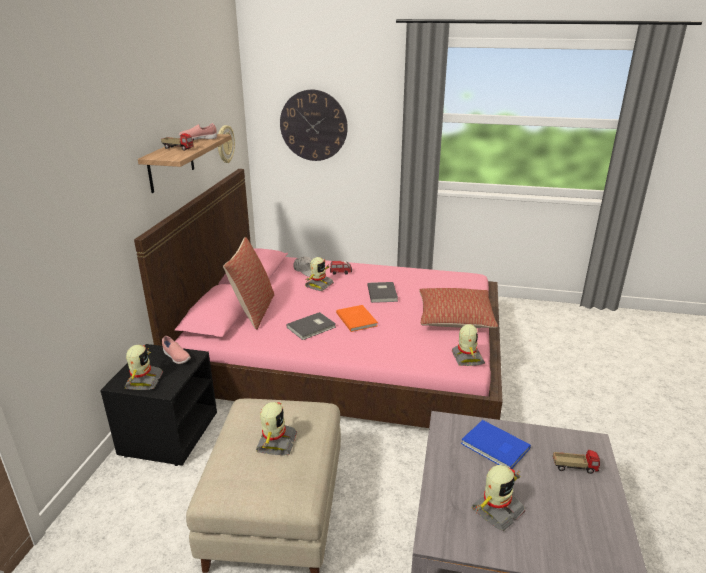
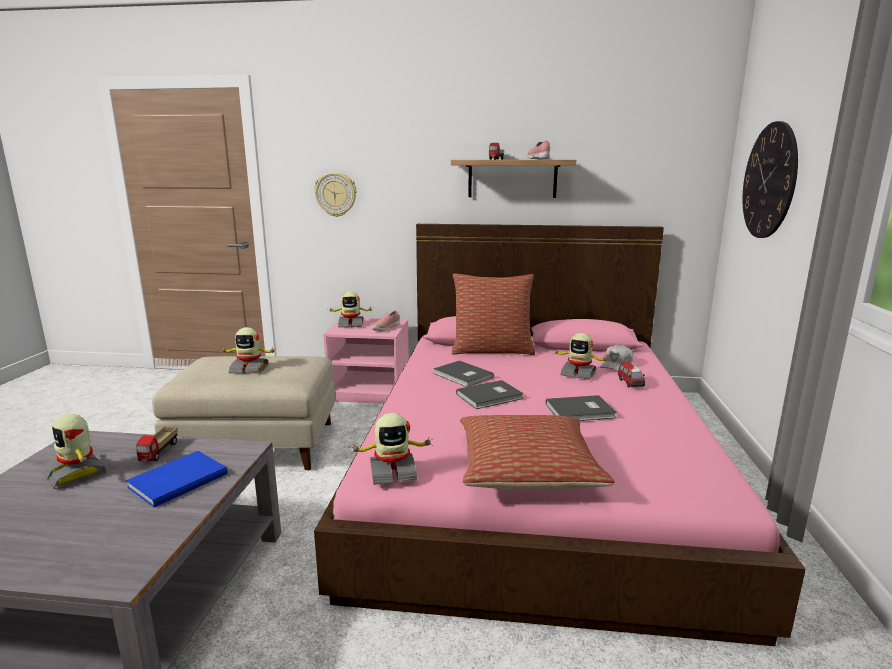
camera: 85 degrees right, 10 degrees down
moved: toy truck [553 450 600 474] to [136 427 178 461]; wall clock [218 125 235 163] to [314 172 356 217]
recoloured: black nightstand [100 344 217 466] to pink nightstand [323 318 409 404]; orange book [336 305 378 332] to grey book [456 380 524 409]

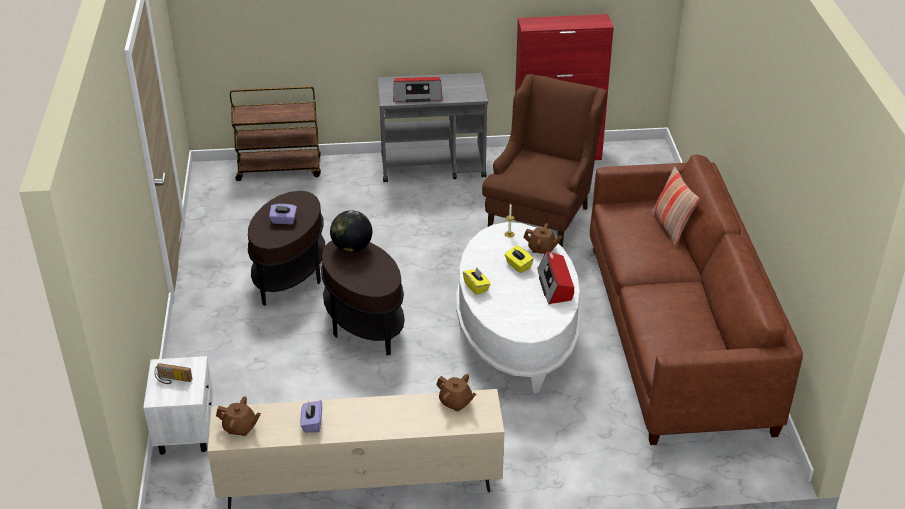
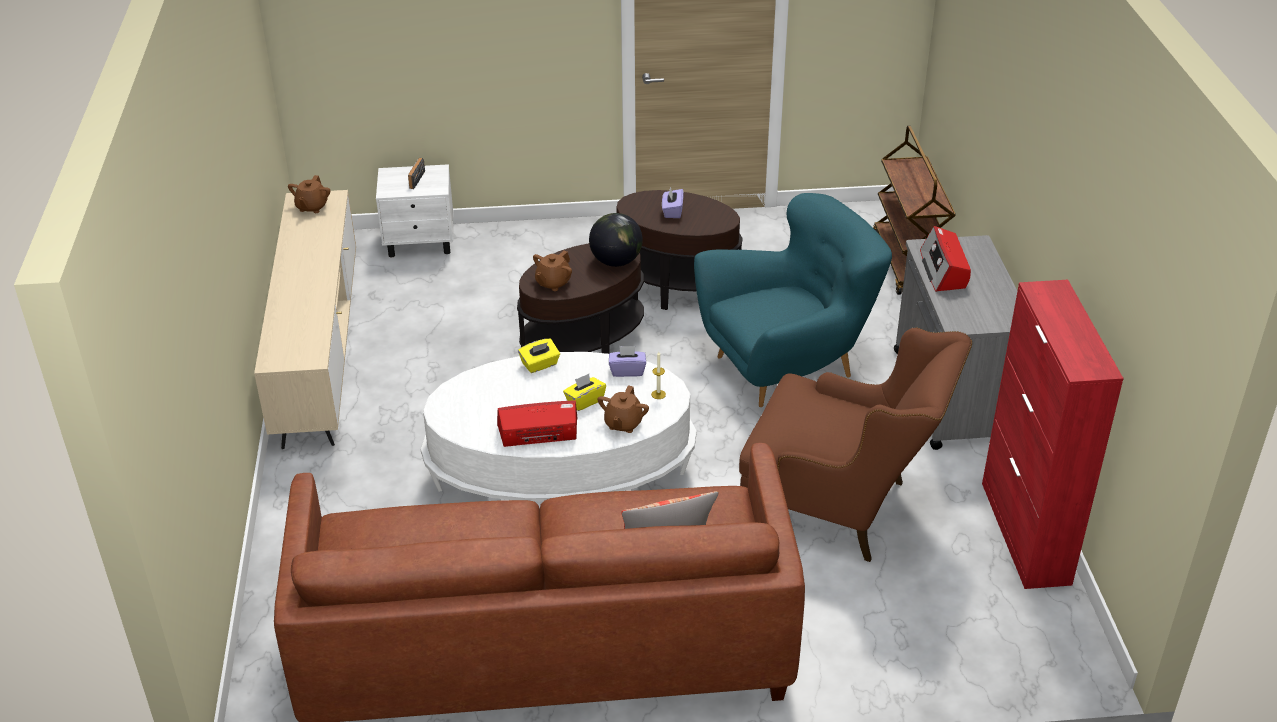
camera: 90 degrees right, 0 degrees up
added: turquoise armchair [694 193 892 407]
moved: brown teapot [436 374 476 412] to [533 250 572 291]; purple tissue box [300 400 322 432] to [609 346 646 377]

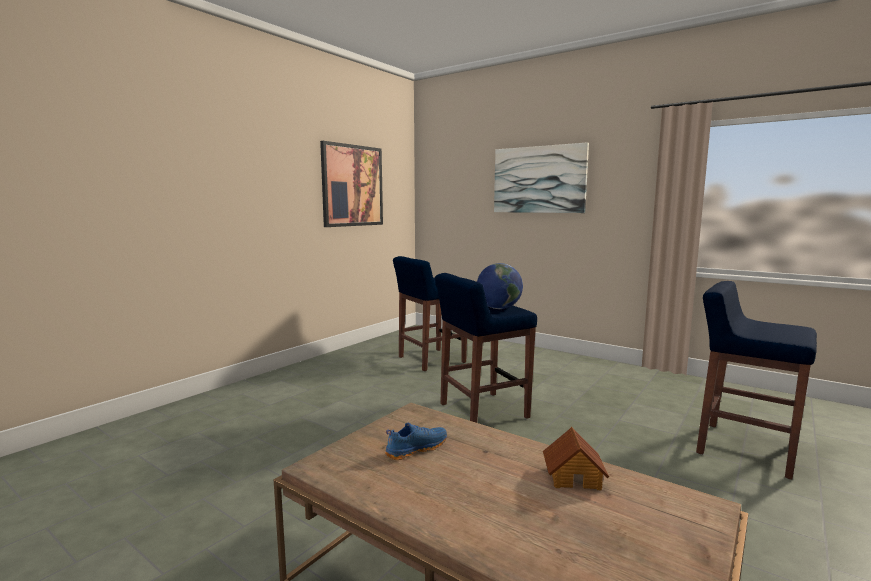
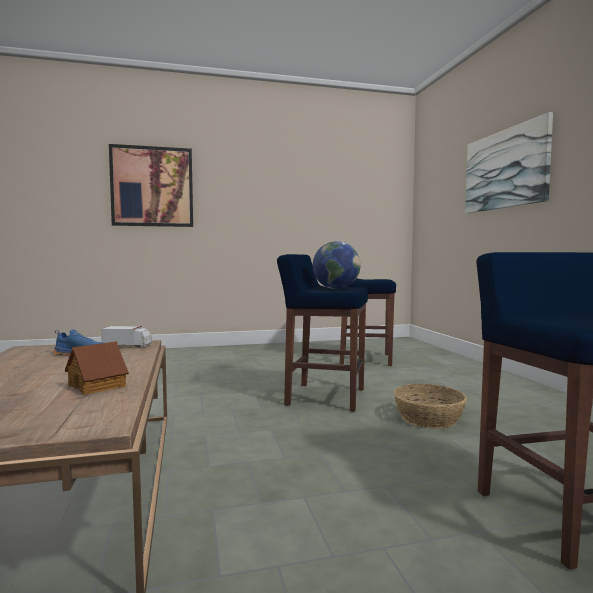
camera: 40 degrees right, 5 degrees down
added: toy truck [101 326 152 348]; basket [394 384 467 429]
moved: picture [320 141 383 227] to [109 144 193 227]

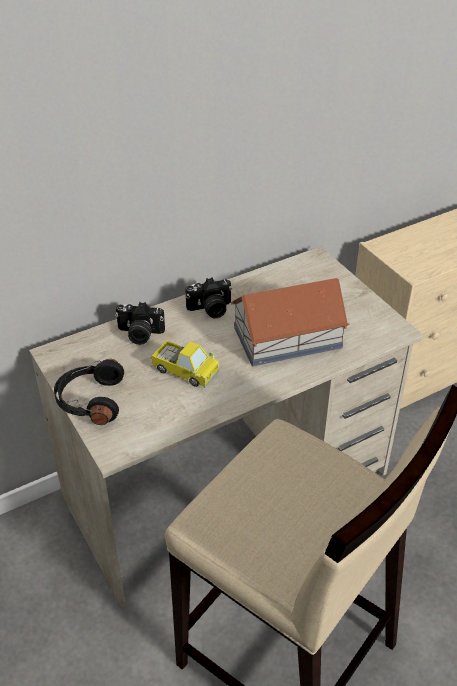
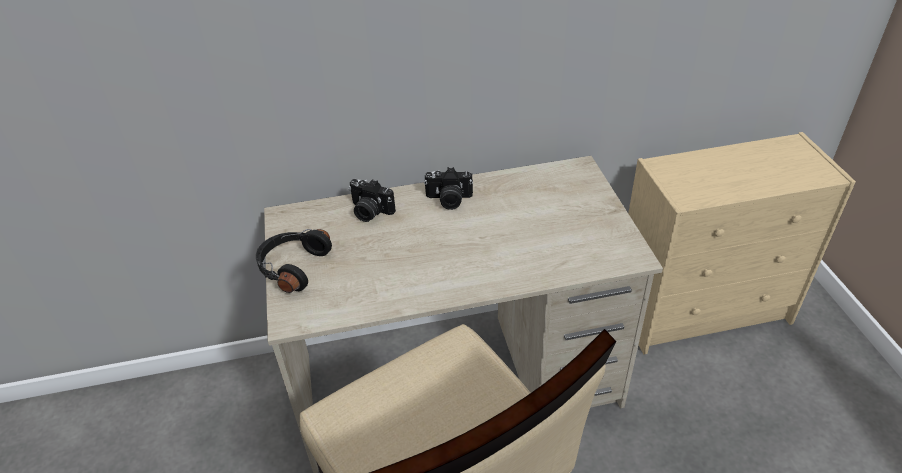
camera: 20 degrees right, 0 degrees up
removed: toy truck [151 340 220 388]; toy house [231 278 350 366]

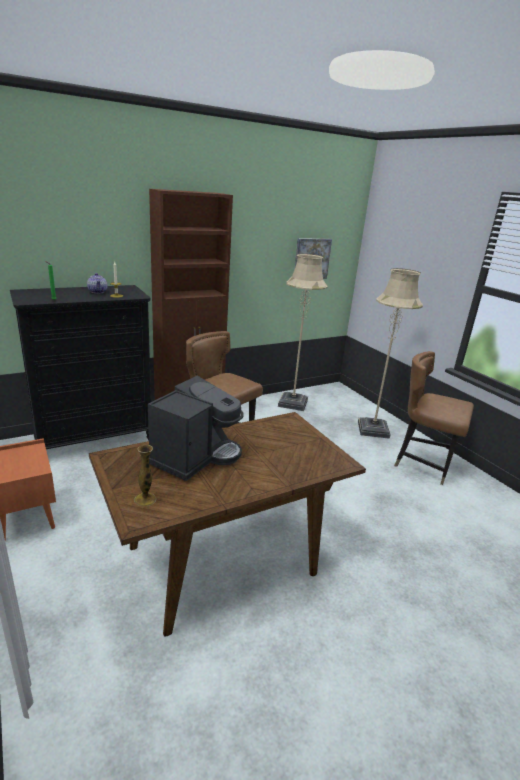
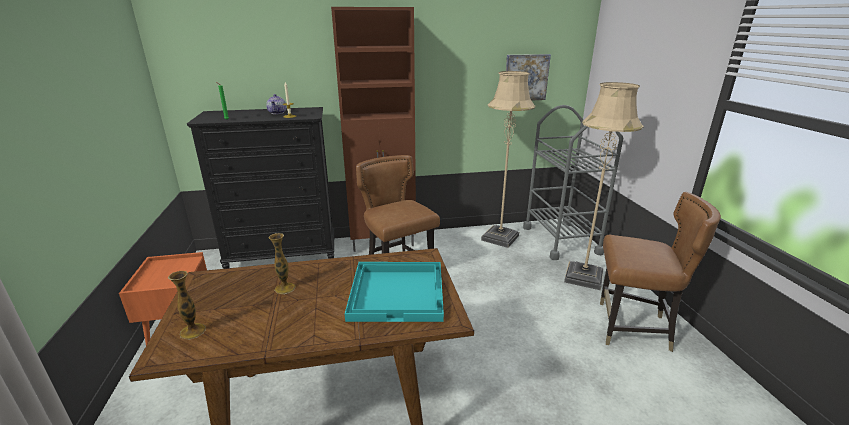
camera: 20 degrees right, 0 degrees up
added: turquoise tray [345 262 444 322]; grey cart [523 105 623 260]
replaced: coffee machine [148 376 244 481] to vase [269 233 296 294]
turned: brown chair [394 351 474 485] = [600 192 721 352] 150 degrees clockwise

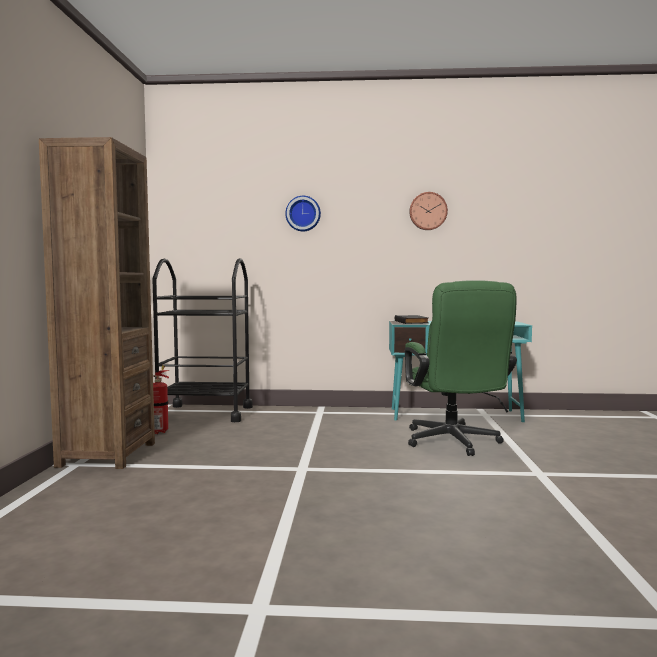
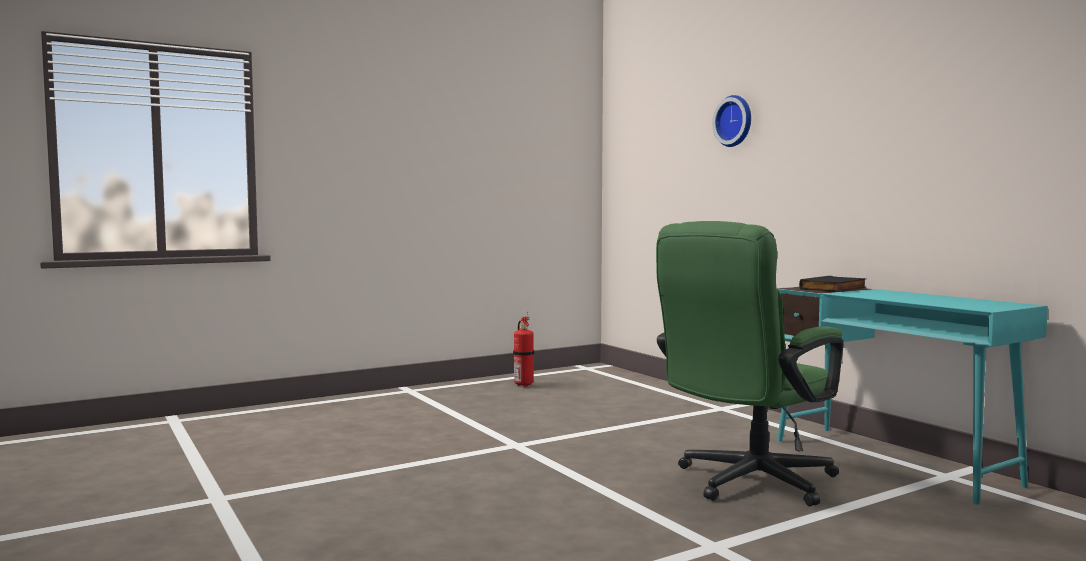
camera: 55 degrees right, 0 degrees up
removed: brown bookcase [39 137 155 469]; black cart [152 258 253 422]; wall clock [409 192 448 230]

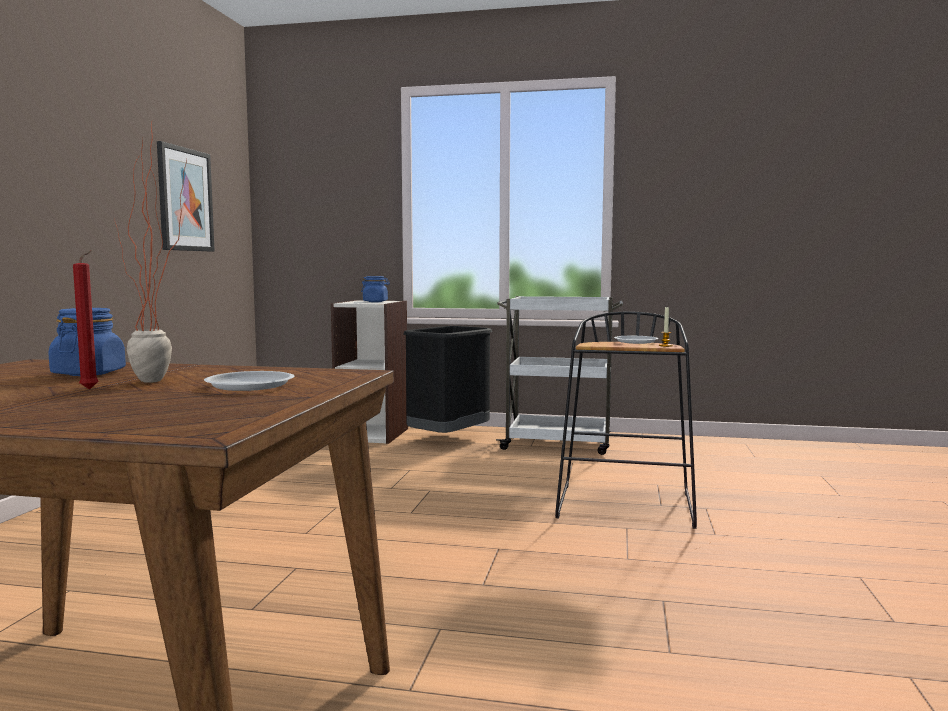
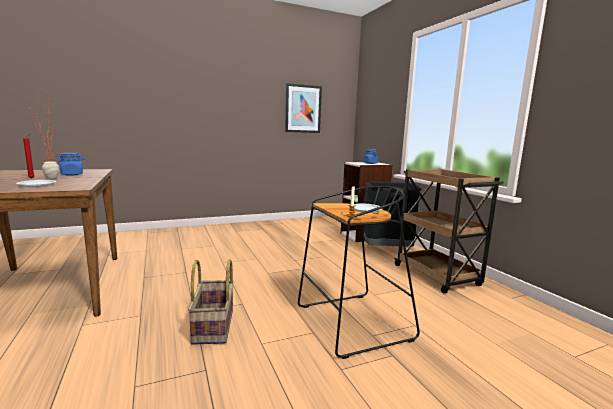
camera: 55 degrees right, 5 degrees up
added: basket [188 259 234 345]
recoloured: white cart [496 296 623 455] to brown cart [394 169 504 293]

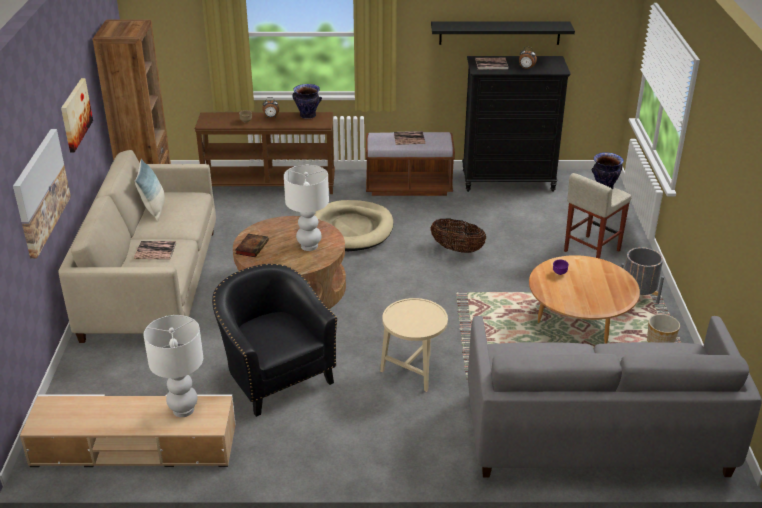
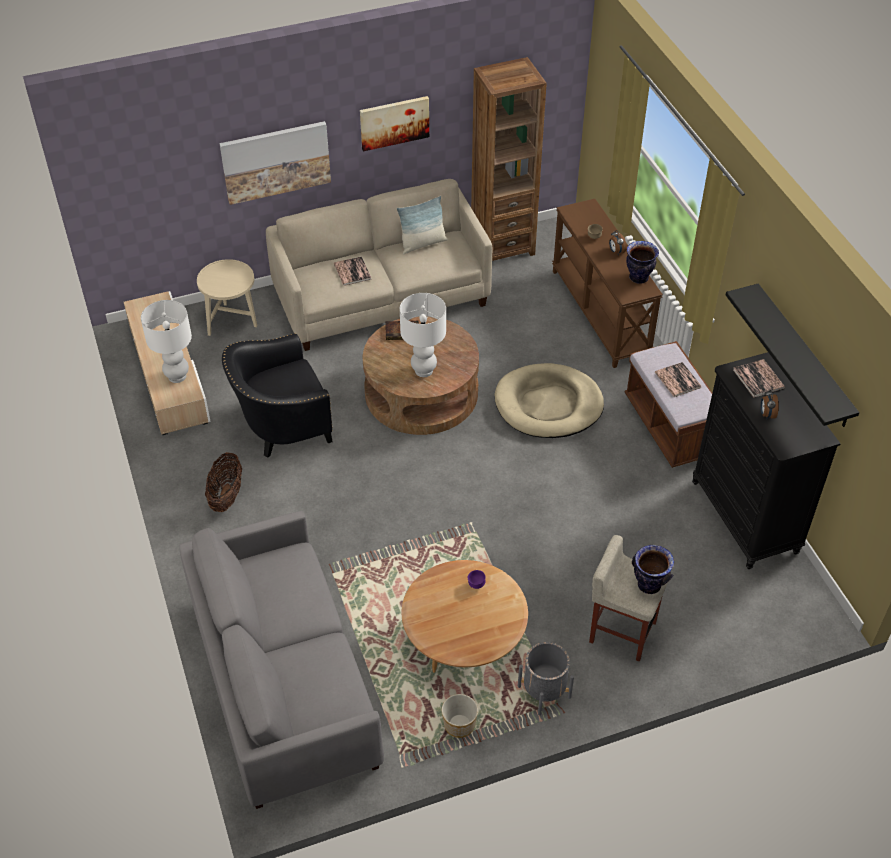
camera: 70 degrees right, 15 degrees up
moved: beige side table [380 298 448 392] to [197 259 257 336]; basket [430 218 486 253] to [205 452 242 512]
turned: black armchair [212 264 337 417] = [222 333 333 458] 150 degrees counterclockwise

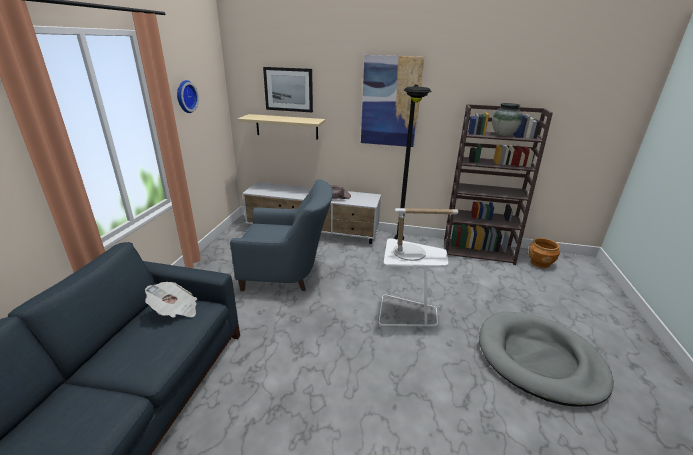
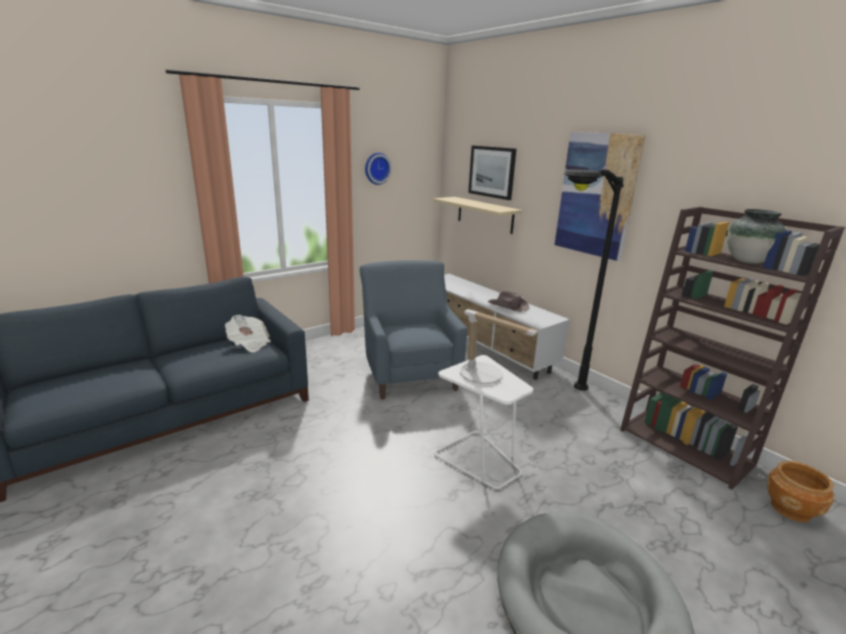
camera: 40 degrees right, 5 degrees down
turned: blue armchair [230 179 333 291] = [360 260 467 399] 150 degrees counterclockwise

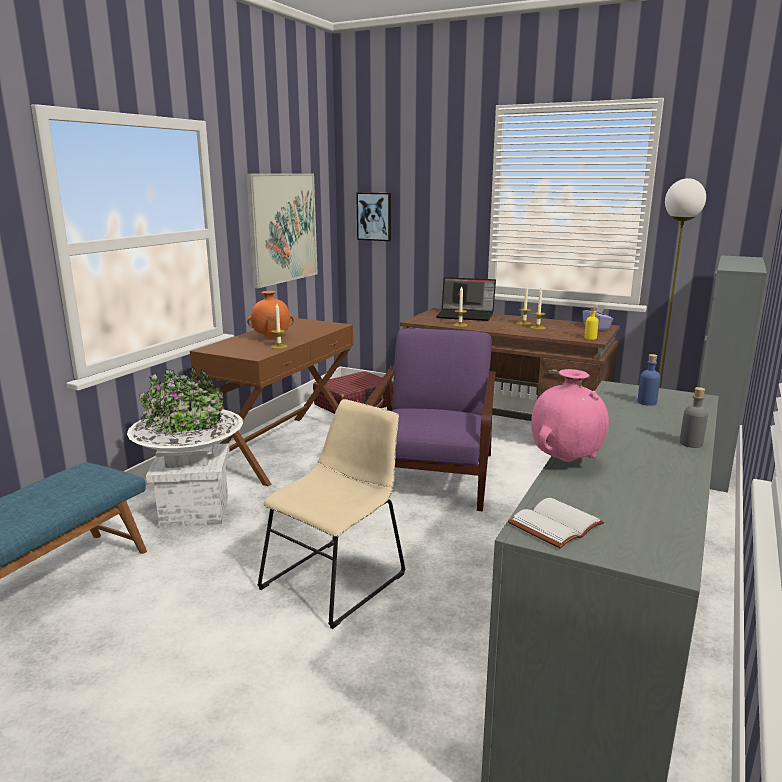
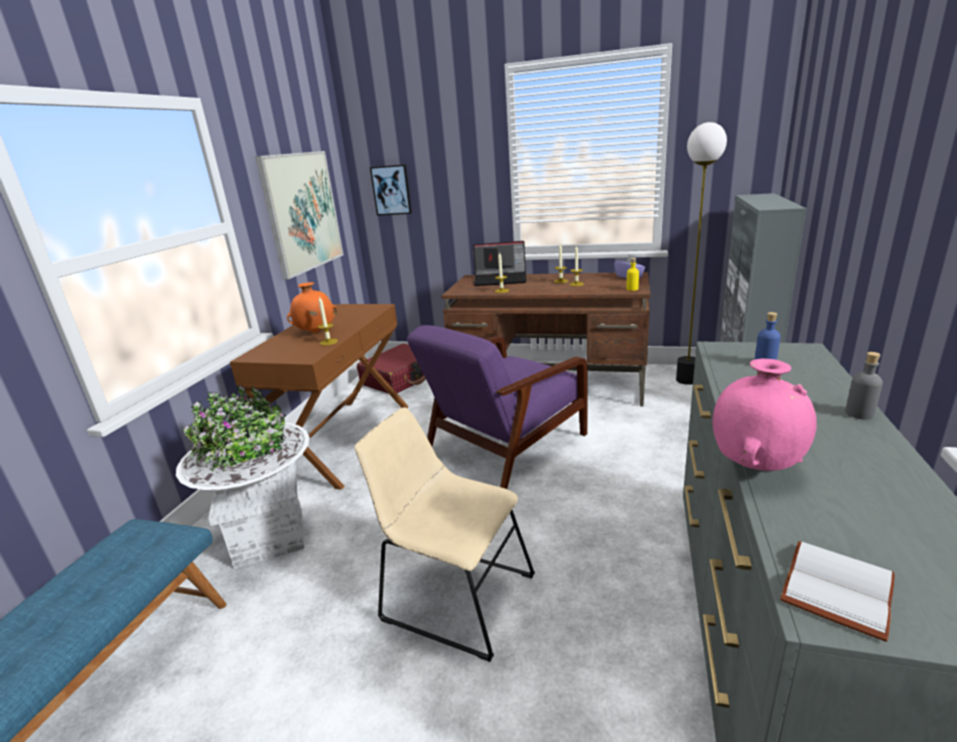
camera: 10 degrees left, 5 degrees up
turned: beige chair [257 399 406 629] = [355 407 535 662] 90 degrees counterclockwise; purple armchair [365 328 495 512] = [407 325 588 489] 135 degrees counterclockwise

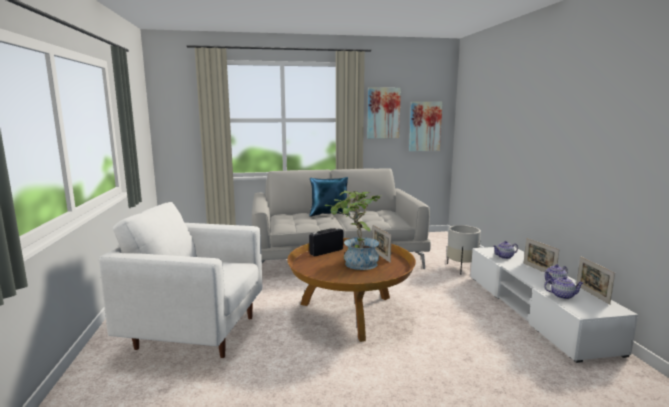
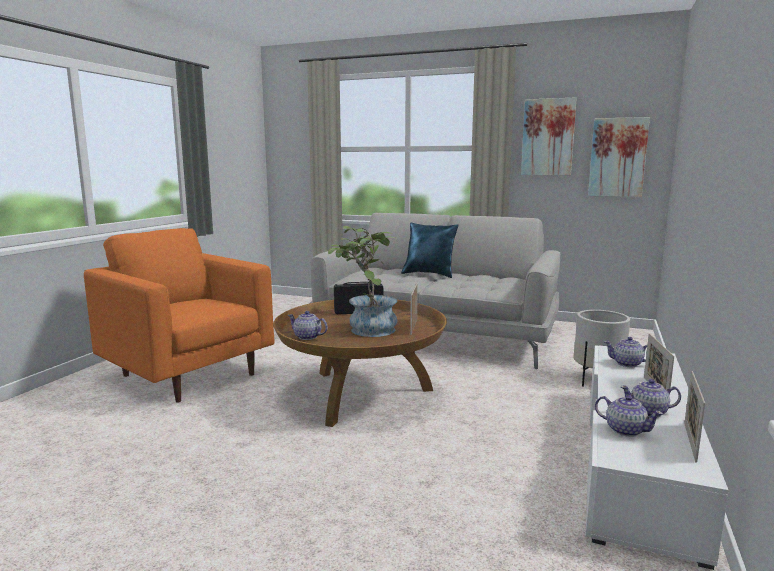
camera: 30 degrees right, 0 degrees up
added: teapot [288 311 328 340]
recoloured: white armchair [99 202 262 358] to orange armchair [84 228 275 402]

